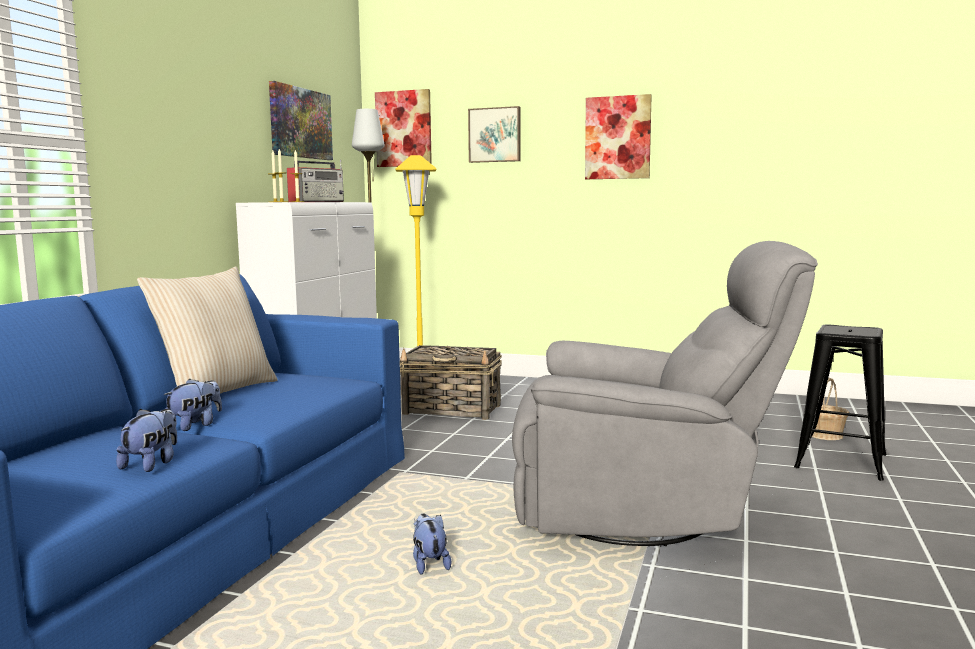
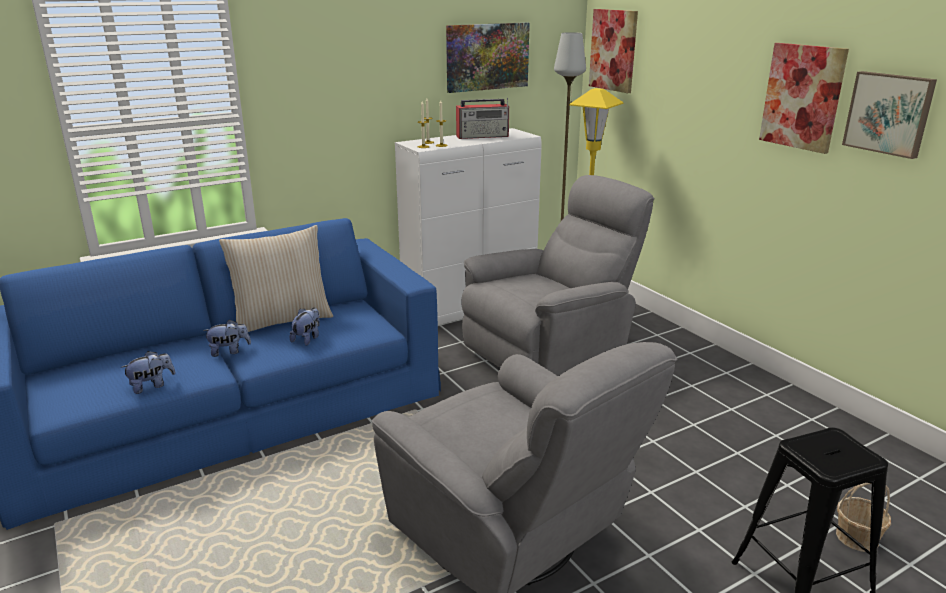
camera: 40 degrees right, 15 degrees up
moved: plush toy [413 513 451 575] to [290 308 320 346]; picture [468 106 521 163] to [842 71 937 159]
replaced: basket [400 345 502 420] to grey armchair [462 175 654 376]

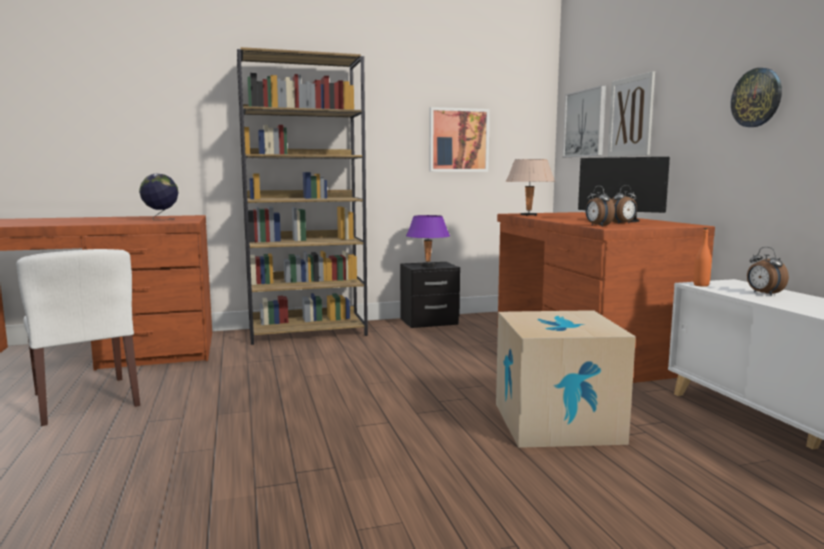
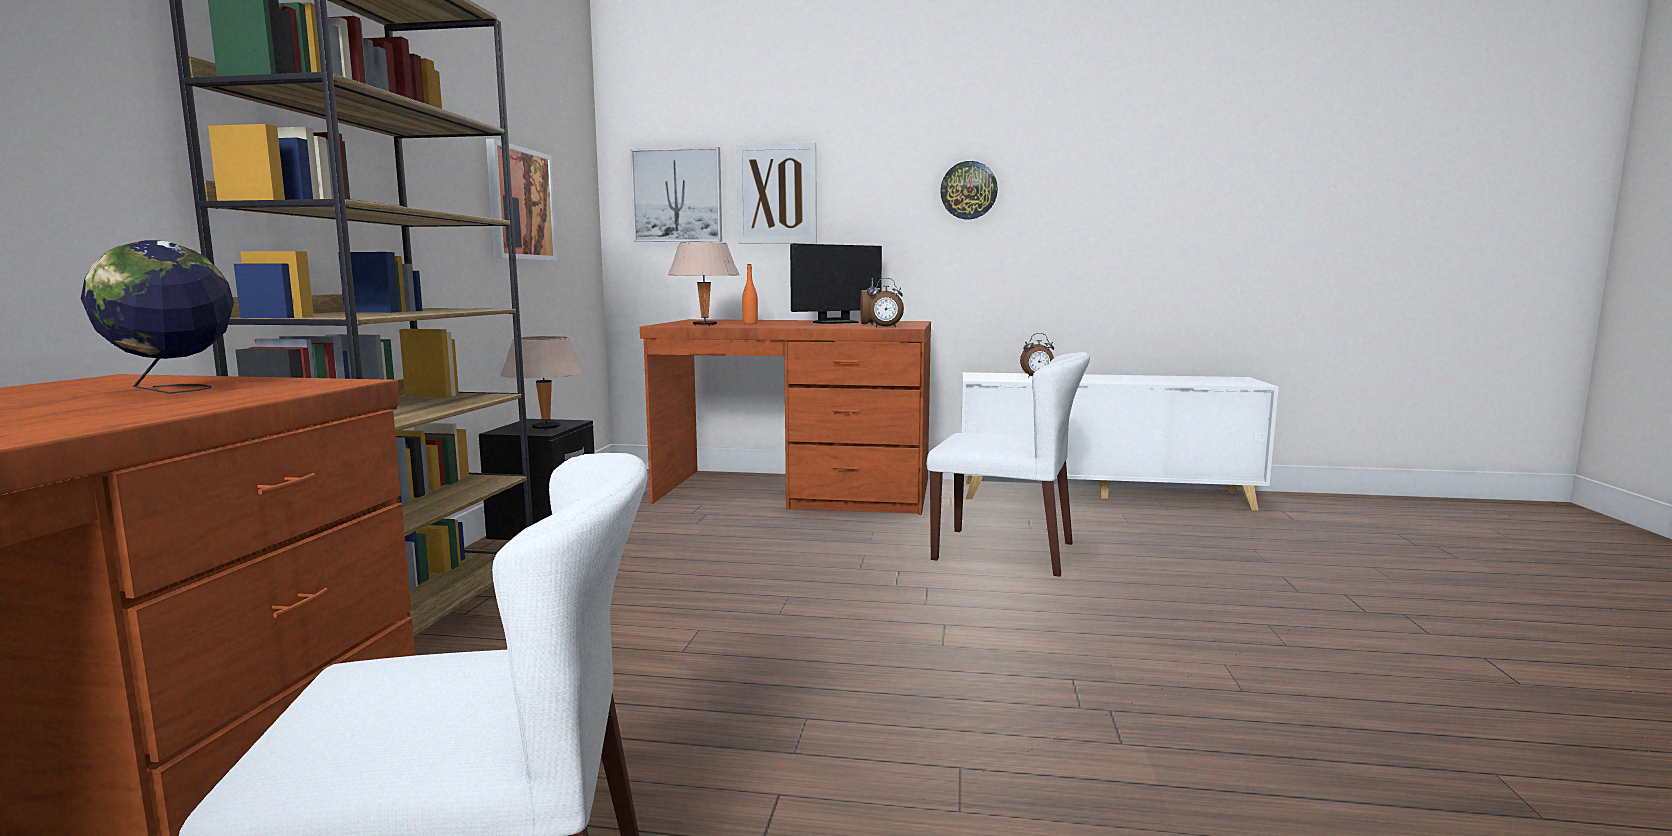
camera: 65 degrees left, 0 degrees up
moved: orange bottle [693 228 712 287] to [742 264 758 324]
replaced: cardboard box [496 310 636 448] to white chair [927 352 1090 577]
recoloured: purple table lamp [406 215 450 267] to beige table lamp [500 336 584 430]

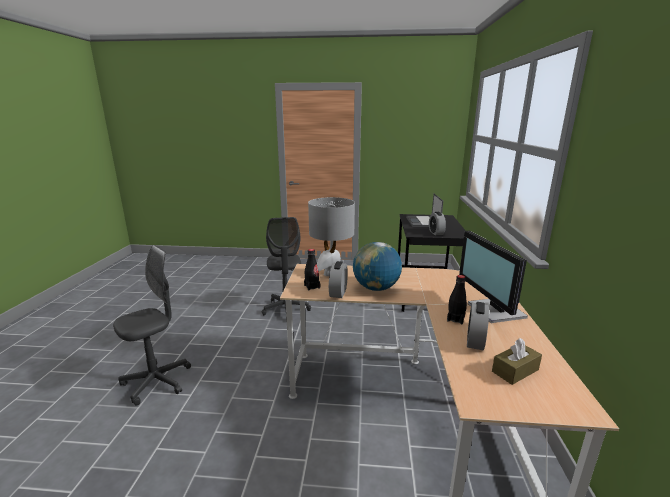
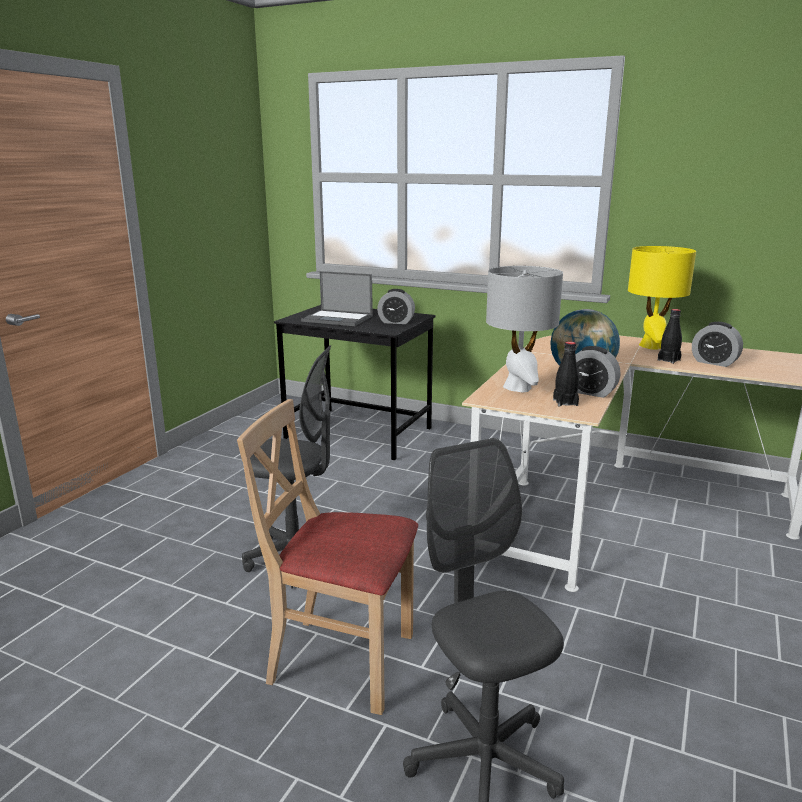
camera: 70 degrees left, 0 degrees up
removed: brown tissue box [492 338 542 385]
added: beige chair [237 399 418 715]
replaced: monitor [459 231 528 323] to yellow table lamp [628 246 696 350]

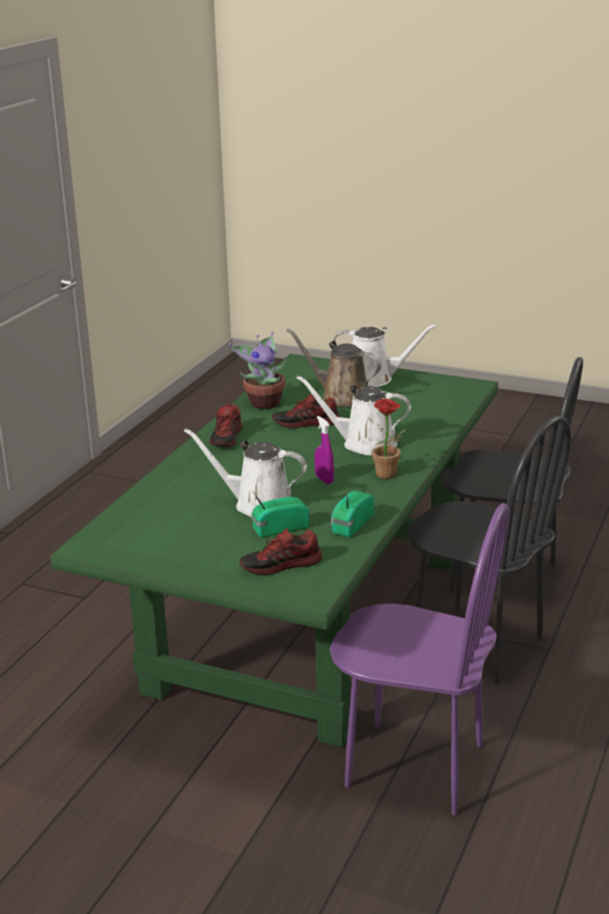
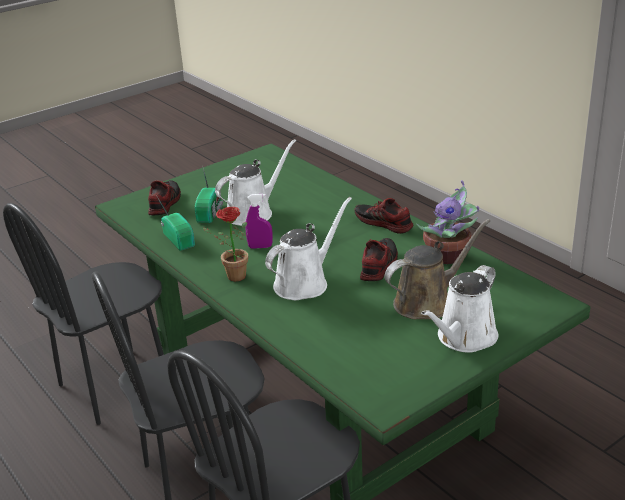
camera: 120 degrees right, 5 degrees up
recoloured: purple chair [330 503 509 815] to black chair [3 203 164 425]

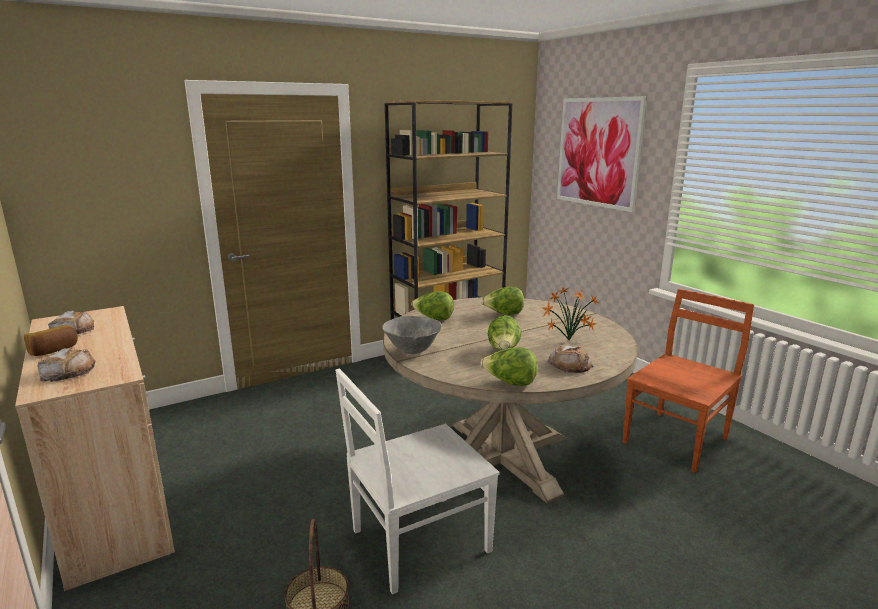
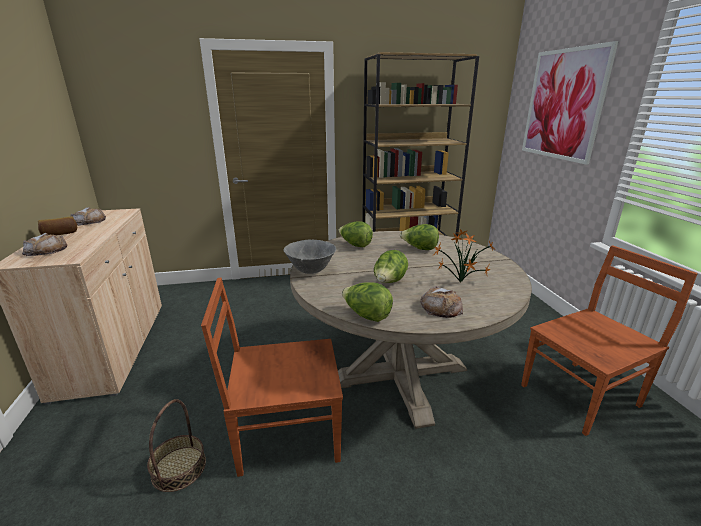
camera: 20 degrees right, 5 degrees up
recoloured: white chair [335 369 500 594] to brown chair [201 278 343 477]

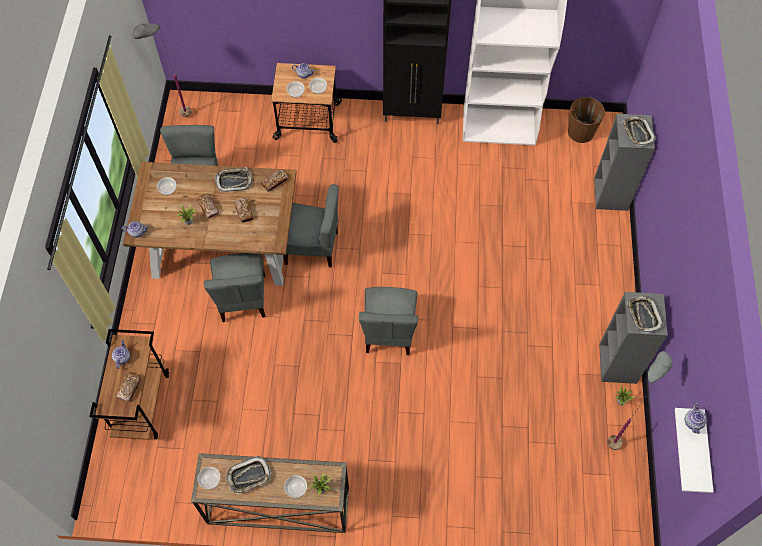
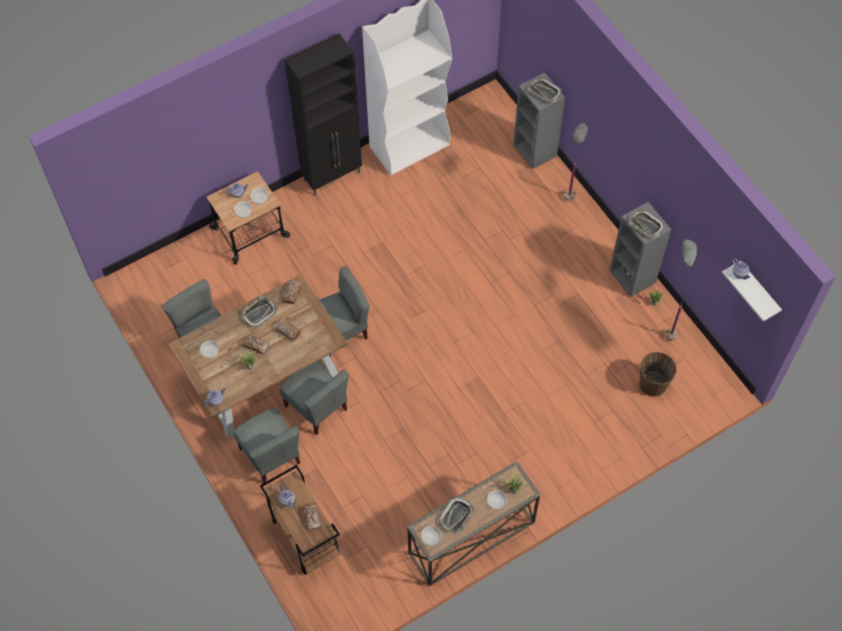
camera: 35 degrees left, 0 degrees up
moved: grey chair [359 287 418 355] to [233 408 300 483]; grey floor lamp [133 23 192 117] to [564 121 588 201]; brown bucket [568 97 605 143] to [639 352 677 397]

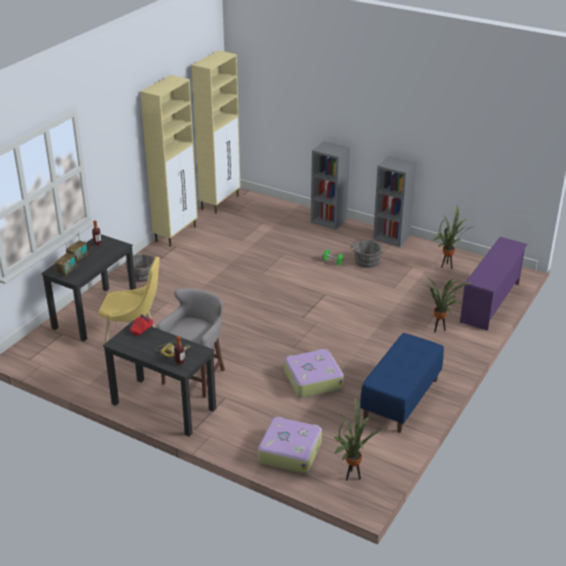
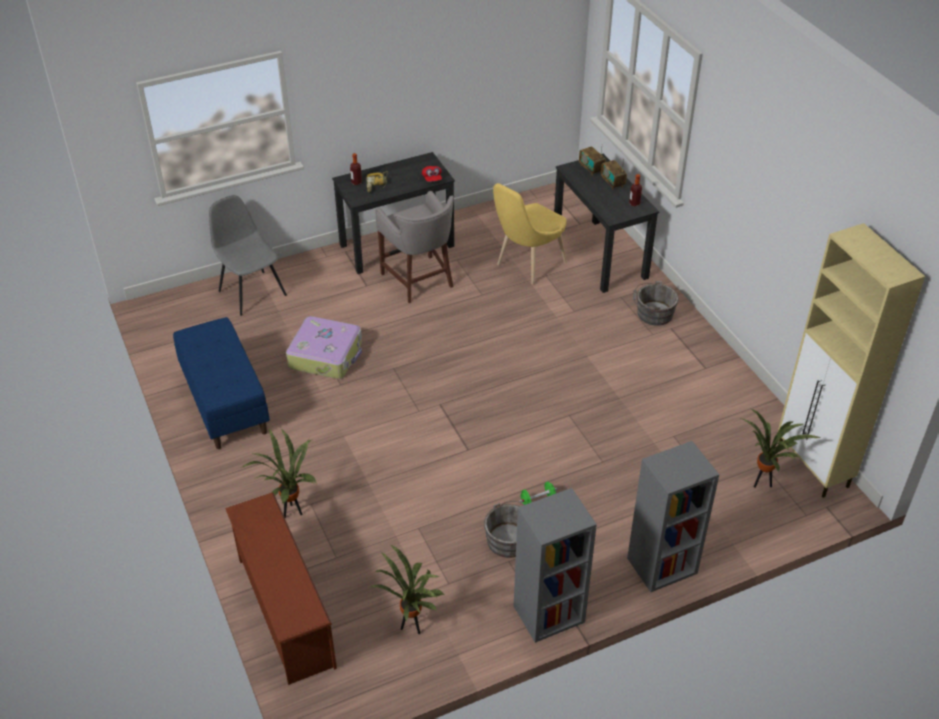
camera: 125 degrees right, 10 degrees up
removed: beige cabinet [140 75 198 247]
moved: potted plant [334 396 386 481] to [741 409 820 488]
replaced: suitcase [258 416 322 474] to grey chair [209 195 287 316]
recoloured: purple shoe rack [460 237 528 331] to brown shoe rack [225 492 337 685]

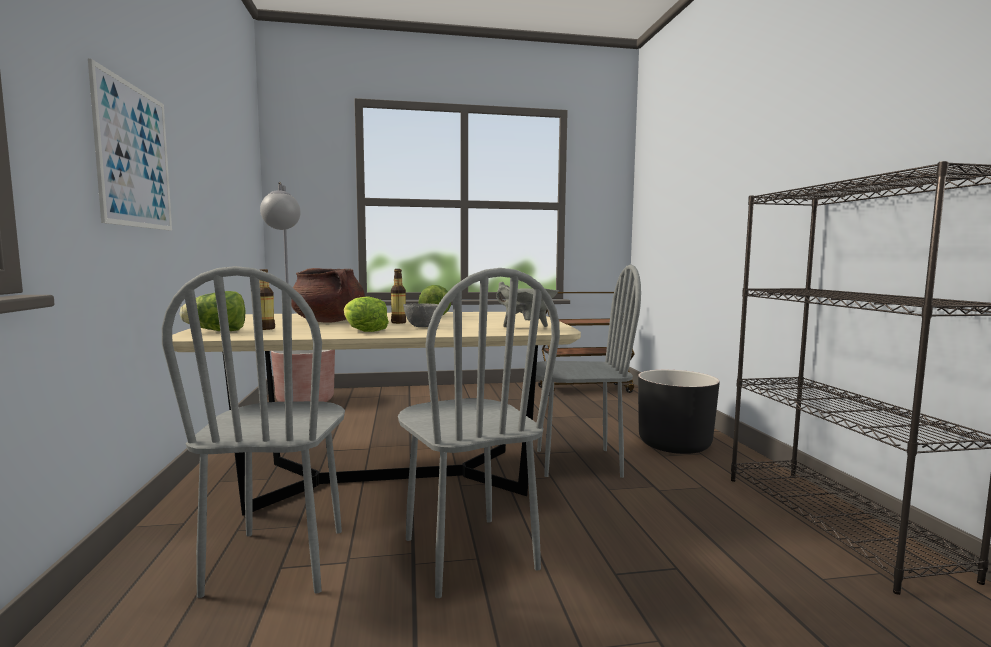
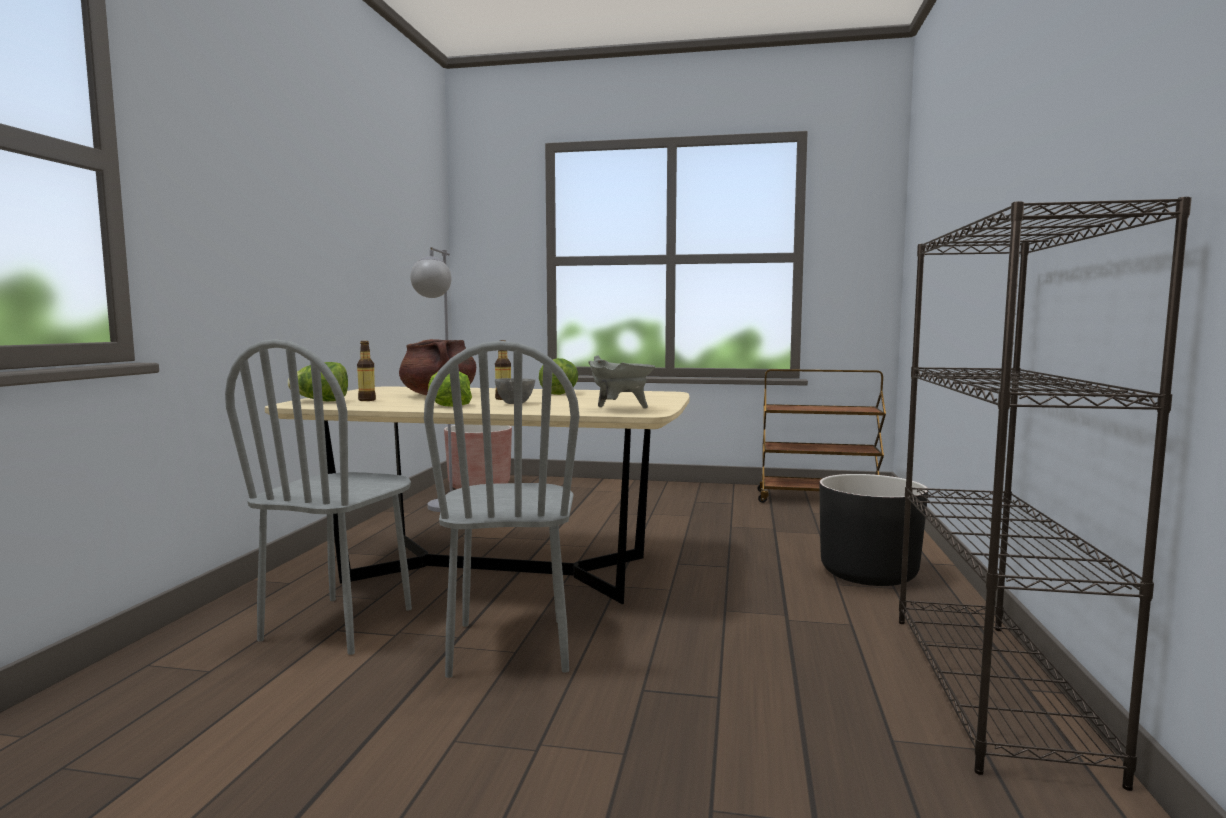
camera: 20 degrees right, 0 degrees up
removed: picture [88 59 172 231]; grey chair [536 265 641 478]

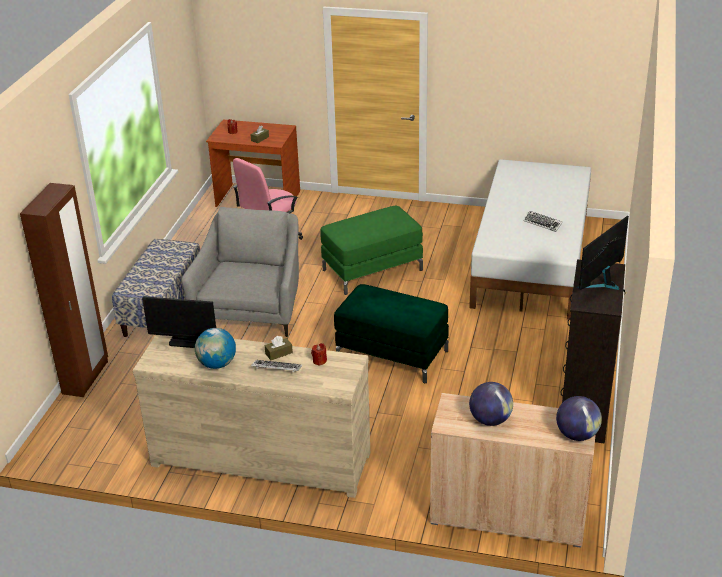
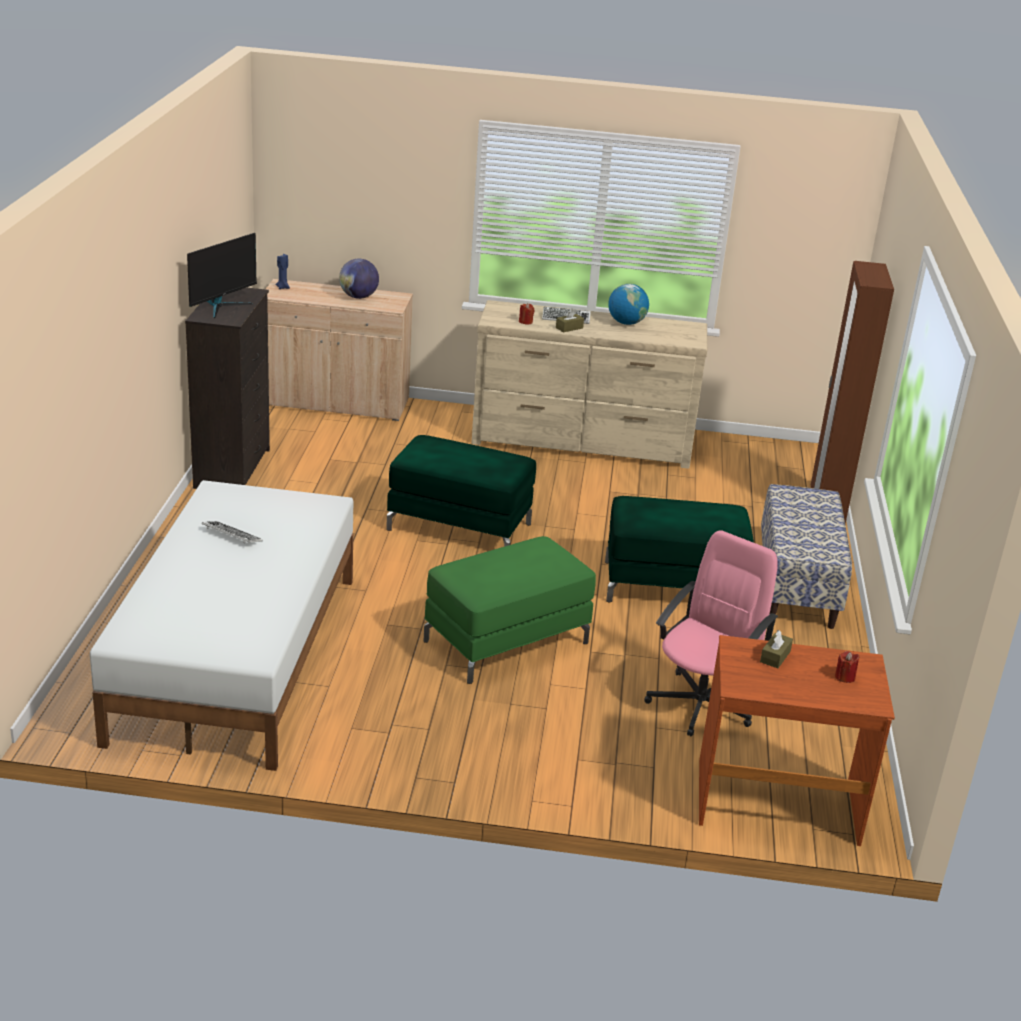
camera: 170 degrees right, 5 degrees down
removed: monitor [142 296 216 348]
replaced: globe [556 396 602 441] to blue candle [275 253 290 289]; grey armchair [182 207 299 337] to green ottoman [605 496 754 602]

